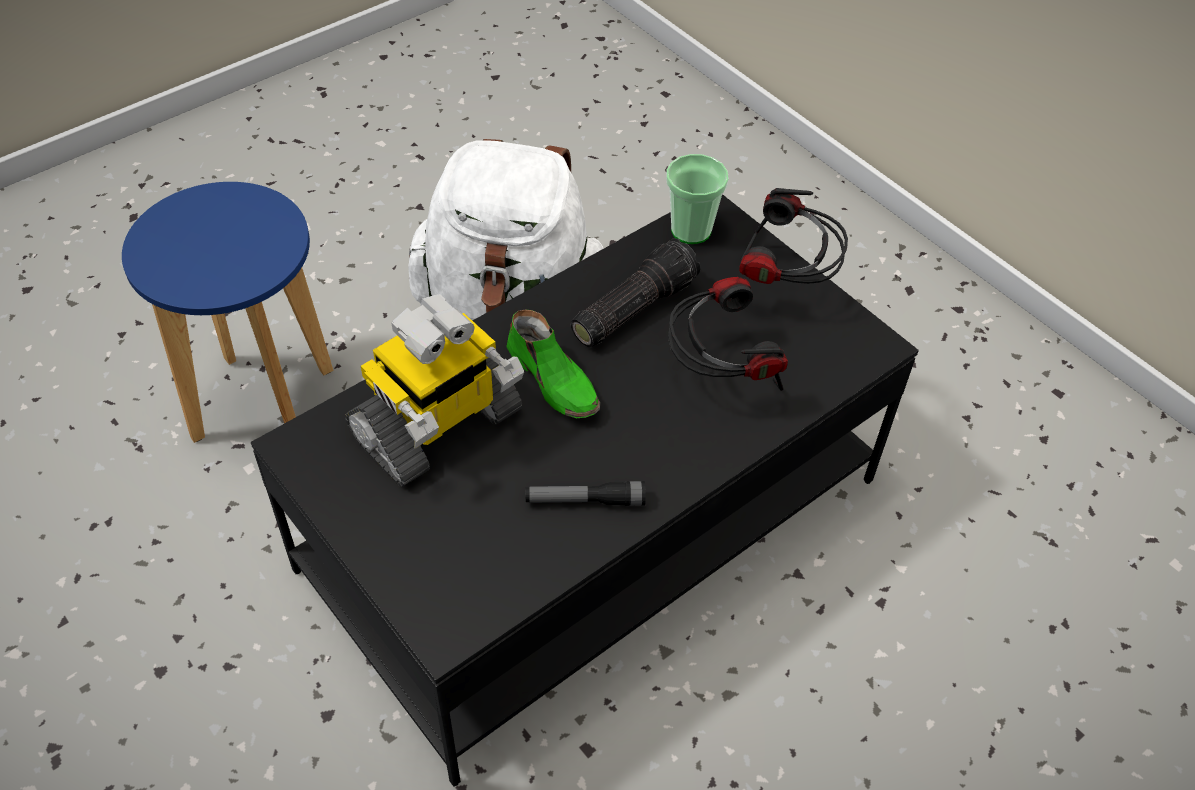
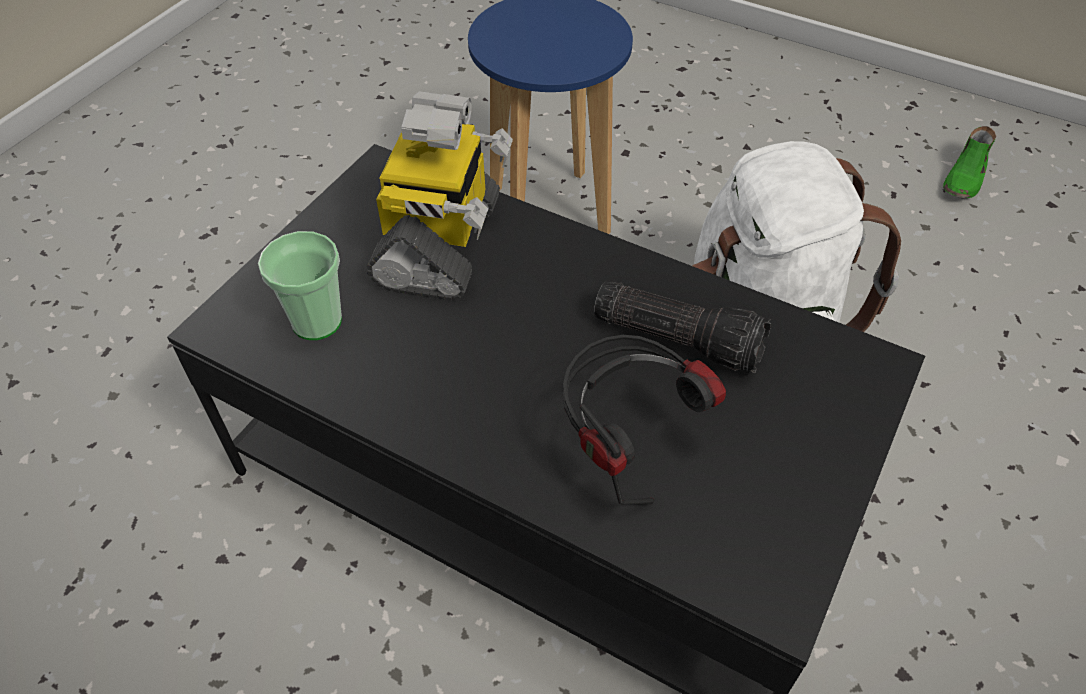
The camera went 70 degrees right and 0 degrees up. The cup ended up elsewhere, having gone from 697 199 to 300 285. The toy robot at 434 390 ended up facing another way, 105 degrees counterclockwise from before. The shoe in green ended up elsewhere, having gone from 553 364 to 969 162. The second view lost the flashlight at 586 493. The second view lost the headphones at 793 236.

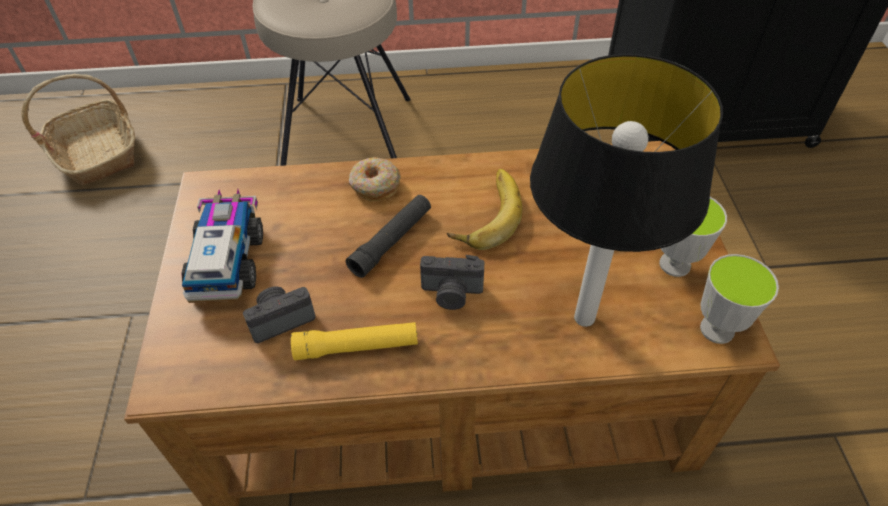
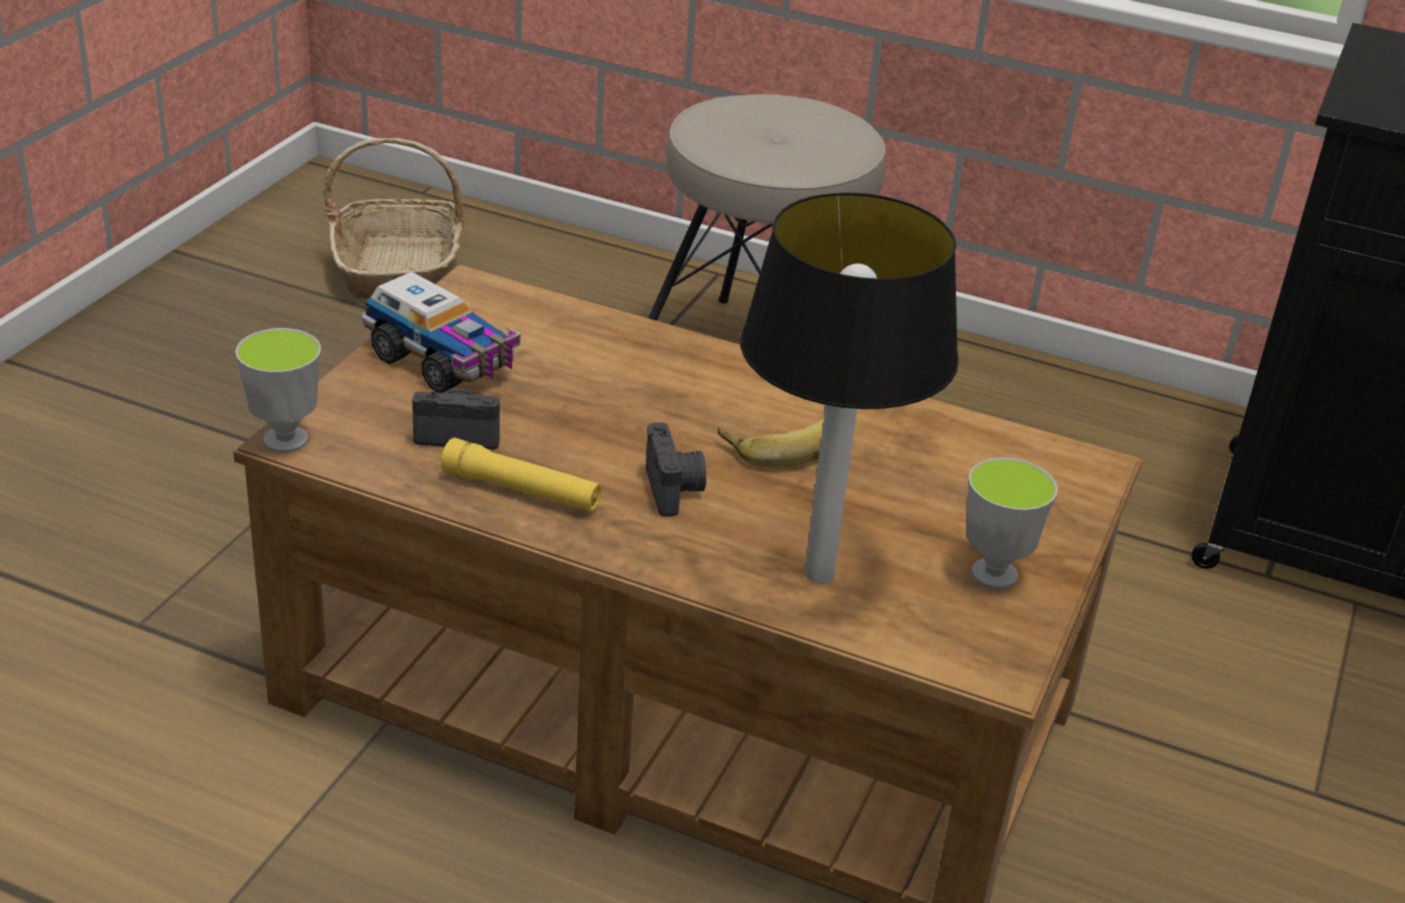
The camera went 25 degrees right and 15 degrees down. The cup ended up elsewhere, having gone from 739 299 to 278 390. The toy truck at 222 246 ended up facing another way, 105 degrees clockwise from before. The photo camera at 452 282 ended up facing another way, 135 degrees counterclockwise from before. The second view lost the flashlight in black at 388 236. The second view lost the donut at 375 179.

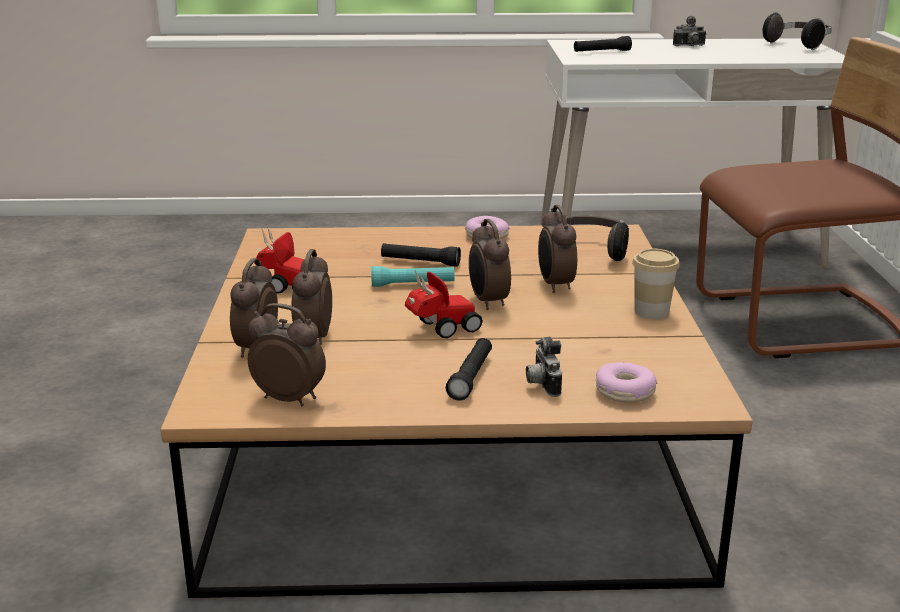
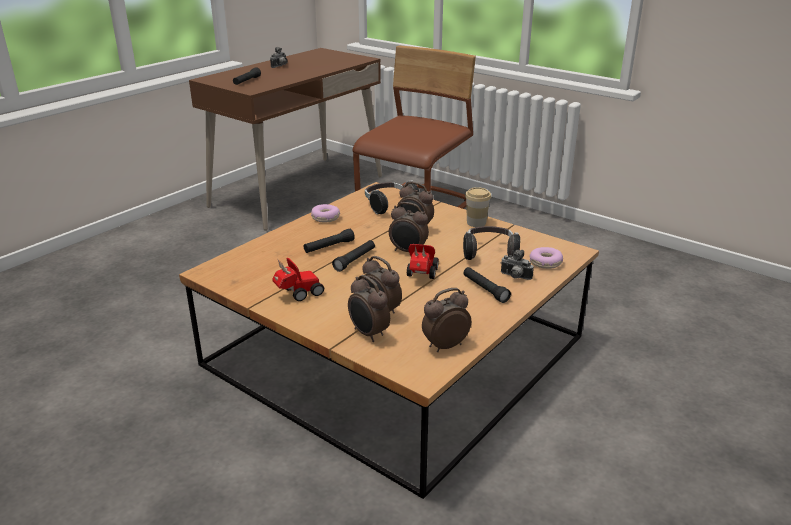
The camera went 50 degrees left and 5 degrees up. What was the desk in white at 693 153 turned into the desk in brown at 285 139. What was the flashlight in turquoise at 413 276 turned into the flashlight in black at 353 256. The headphones ended up elsewhere, having gone from 797 31 to 491 243.

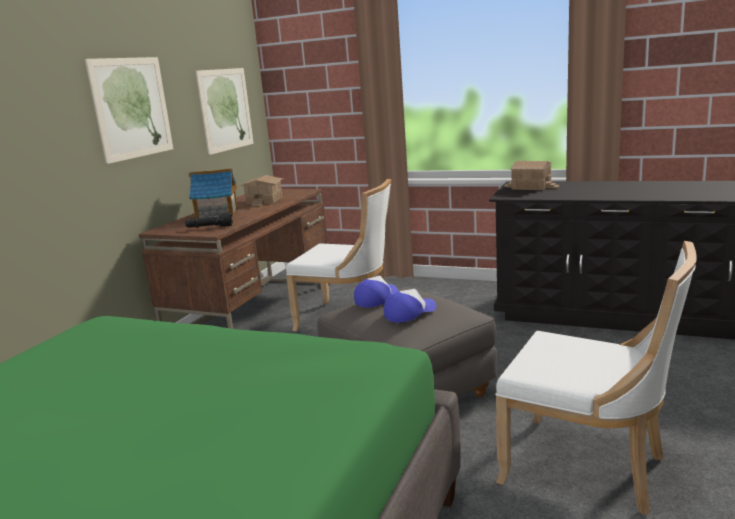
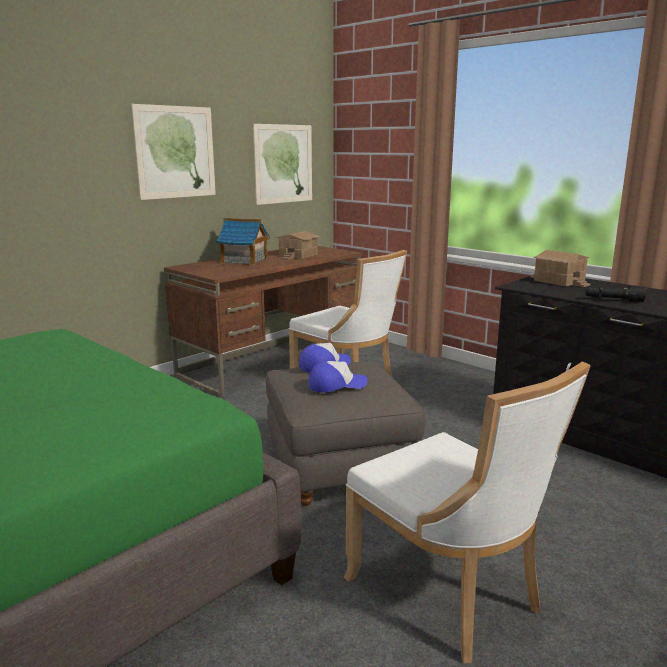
The camera went 20 degrees right and 0 degrees up. The flashlight in black ended up elsewhere, having gone from 209 220 to 615 294.

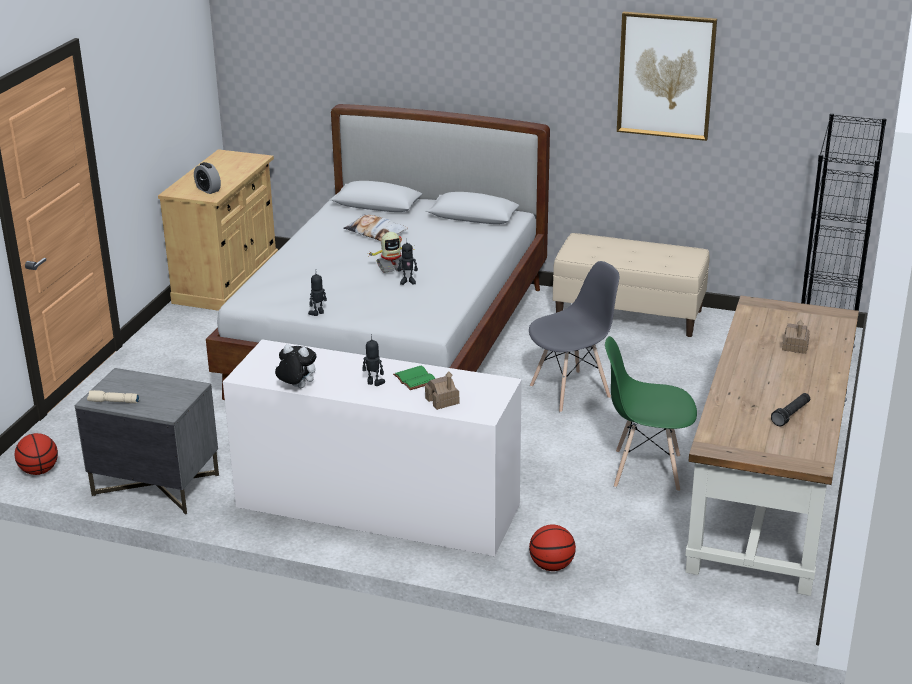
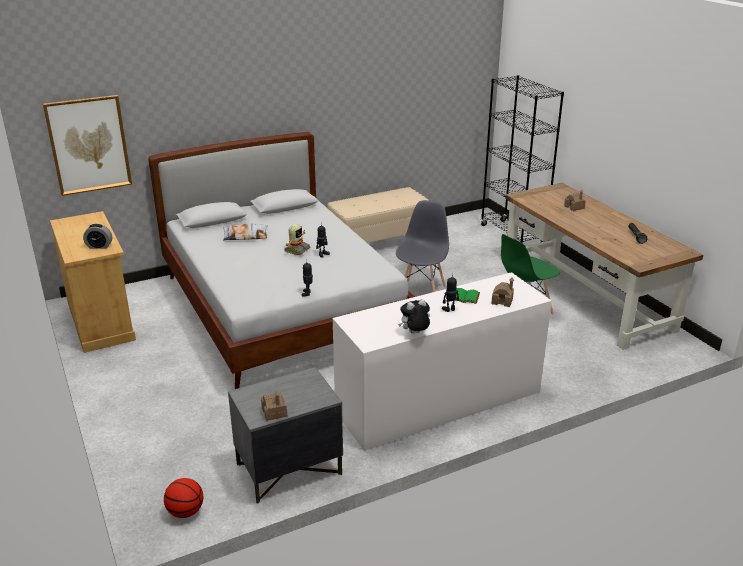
The camera went 45 degrees left and 0 degrees up. The picture ended up elsewhere, having gone from 667 76 to 87 145. Where the flashlight in beige stood at 113 396, the toy house came to stand at 274 406. The second view lost the basketball at 552 548.

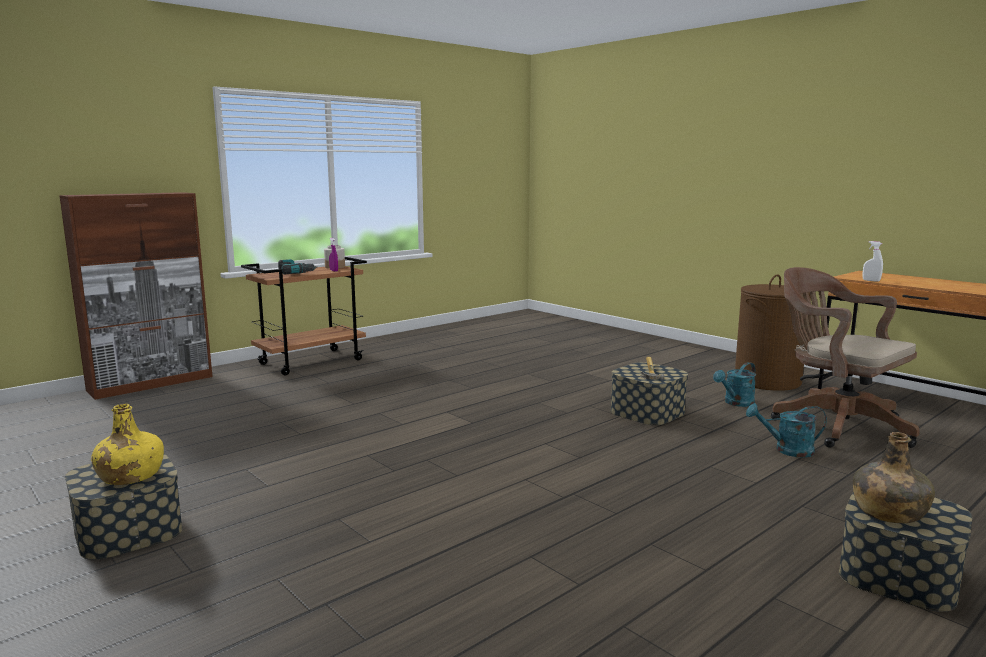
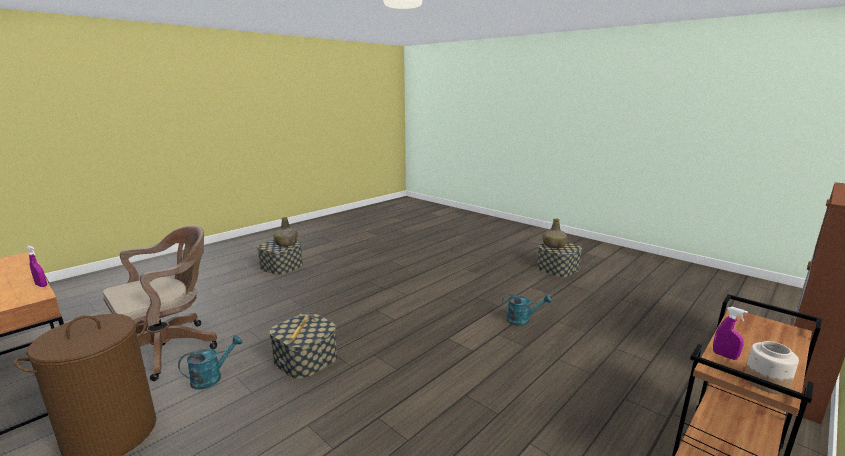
The camera went 175 degrees right and 5 degrees up. What was the spray bottle in white at 873 261 turned into the spray bottle in purple at 36 266. The office chair in brown at 845 357 ended up facing another way, 90 degrees counterclockwise from before. The watering can in turquoise ended up elsewhere, having gone from 786 430 to 527 310. What was the bottle in yellow at 127 444 turned into the bottle in green at 555 233. The second view lost the power drill at 297 267.

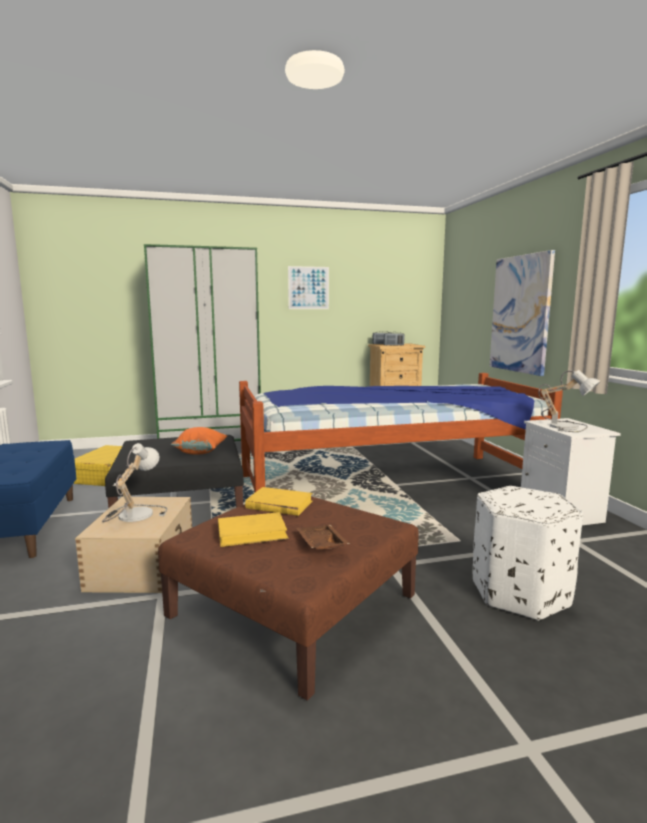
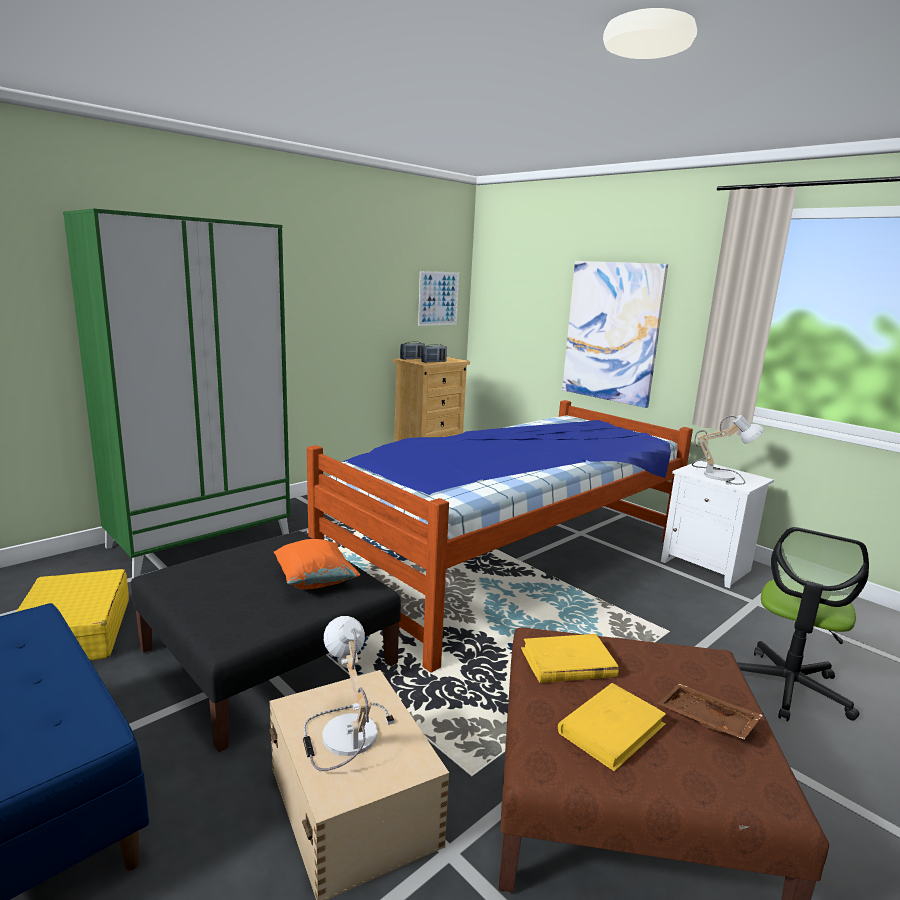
The camera went 30 degrees left and 5 degrees up. The picture ended up elsewhere, having gone from 308 287 to 438 298. Where the ottoman in white stood at 528 553, the office chair came to stand at 803 624.

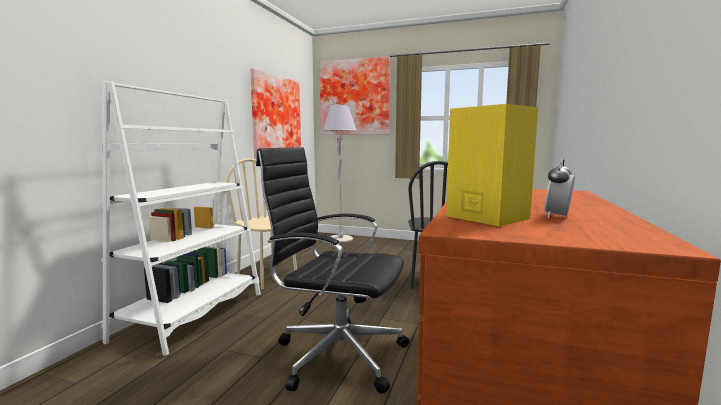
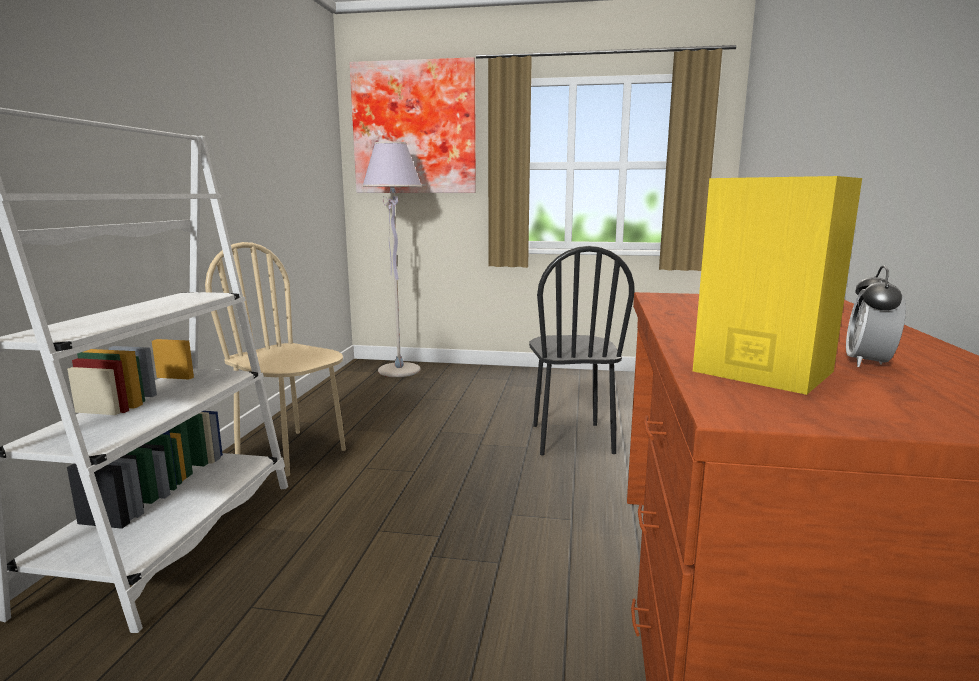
The camera went 10 degrees left and 5 degrees up. The second view lost the picture at 275 116. The second view lost the office chair in black at 332 270.

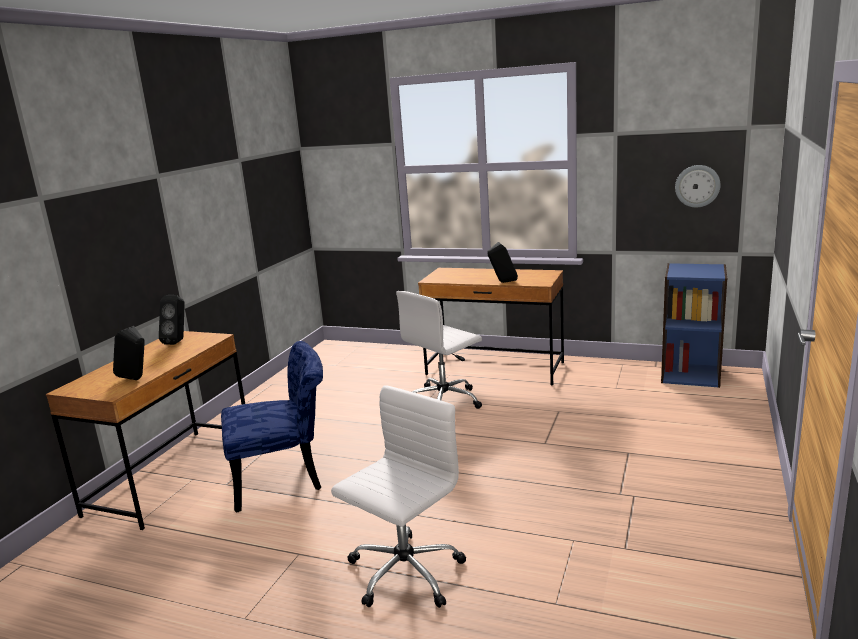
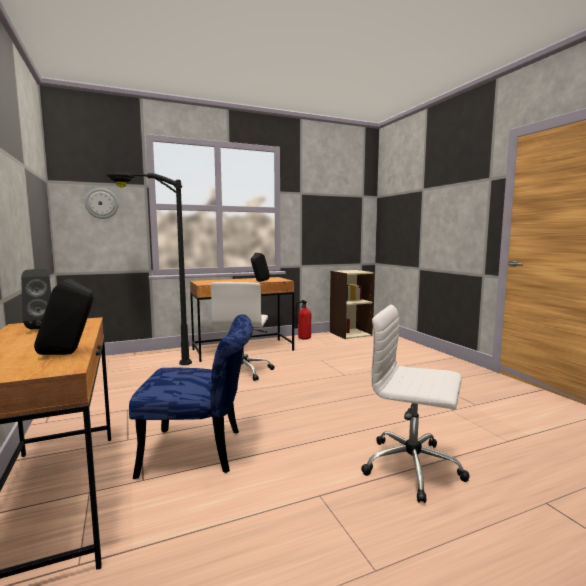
The camera went 45 degrees left and 10 degrees down. The wall clock ended up elsewhere, having gone from 698 186 to 101 203. The second view gained the floor lamp in black at 149 268. The chair in blue at 272 427 ended up facing another way, 60 degrees clockwise from before. The second view gained the fire extinguisher at 302 320. What was the bookcase in blue at 694 325 turned into the bookcase in beige at 352 304. The office chair in white at 398 496 ended up facing another way, 60 degrees counterclockwise from before.

